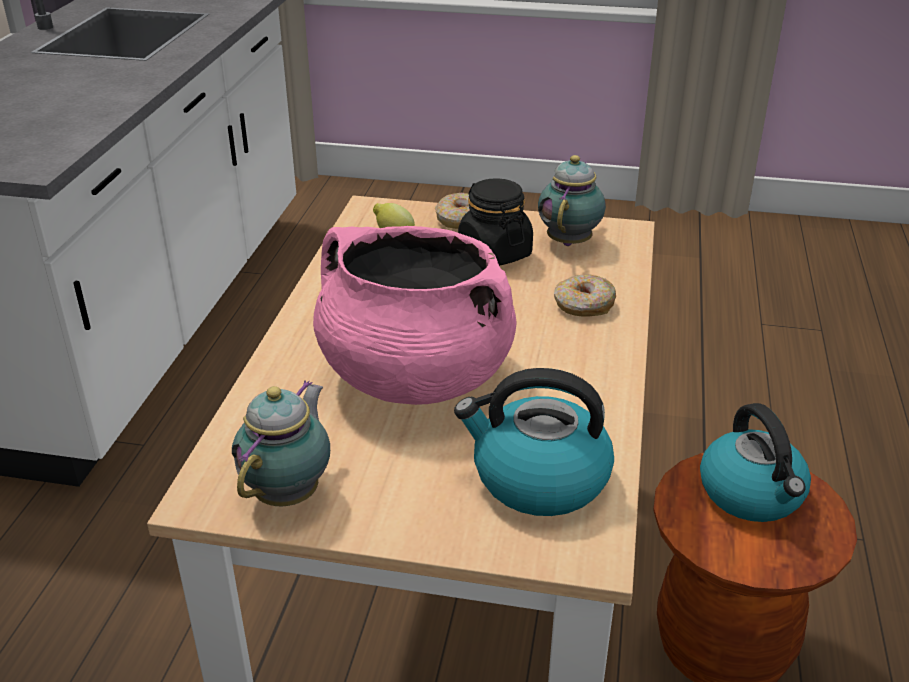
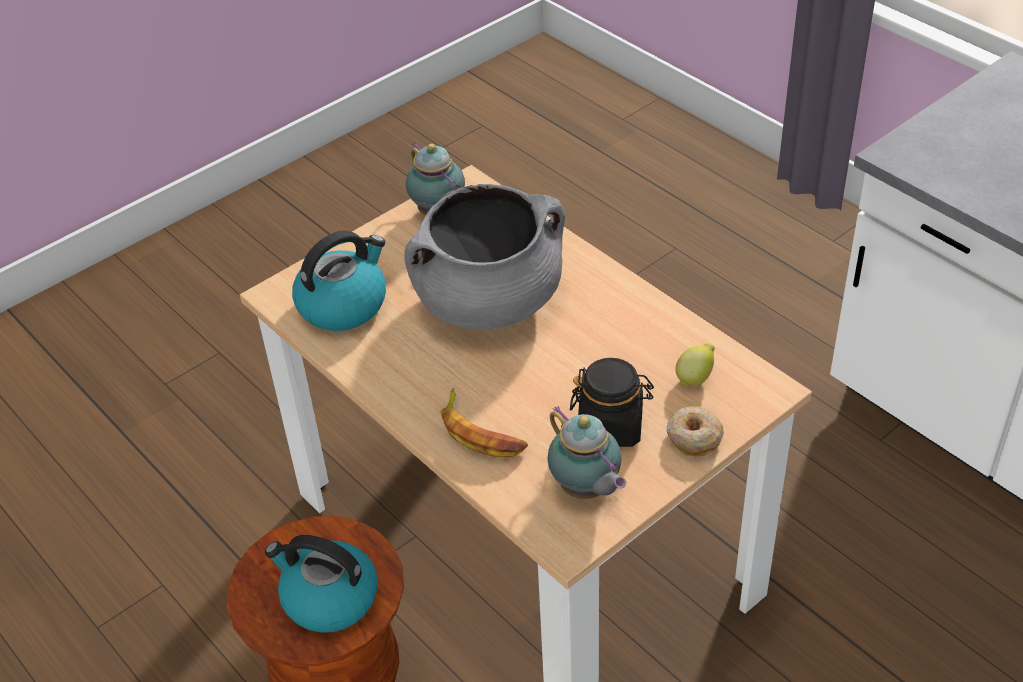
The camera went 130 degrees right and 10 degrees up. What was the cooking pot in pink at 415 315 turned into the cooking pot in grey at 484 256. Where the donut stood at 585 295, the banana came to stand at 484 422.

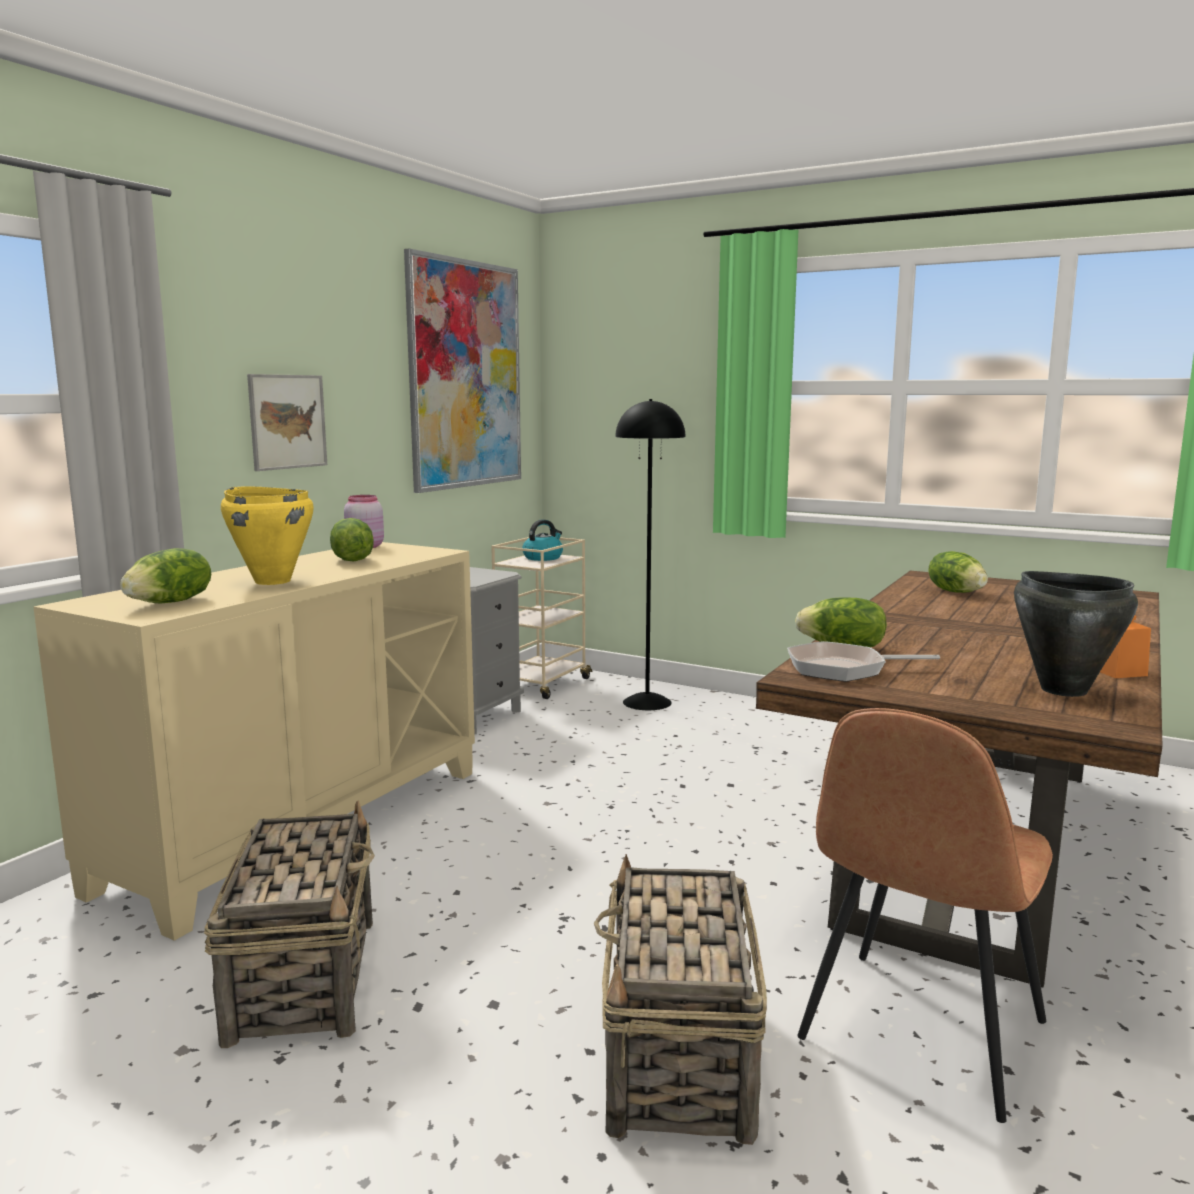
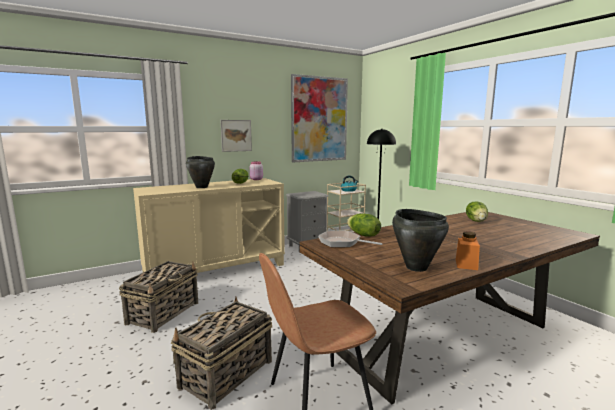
The camera went 30 degrees right and 0 degrees up. What was the cooking pot in yellow at 267 535 turned into the cooking pot in black at 200 172. The second view lost the lettuce at 165 575.

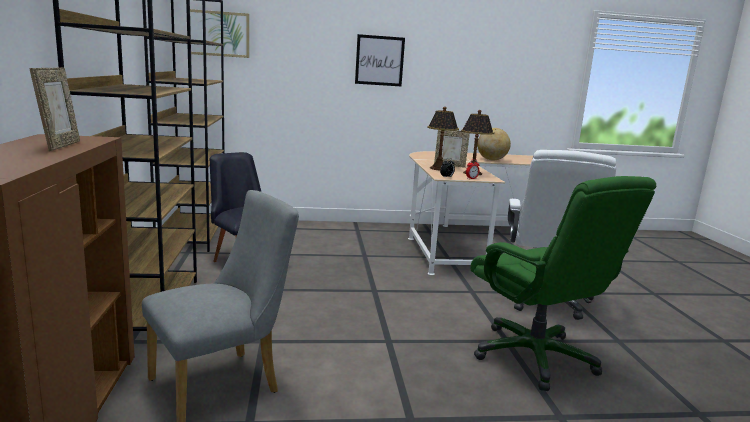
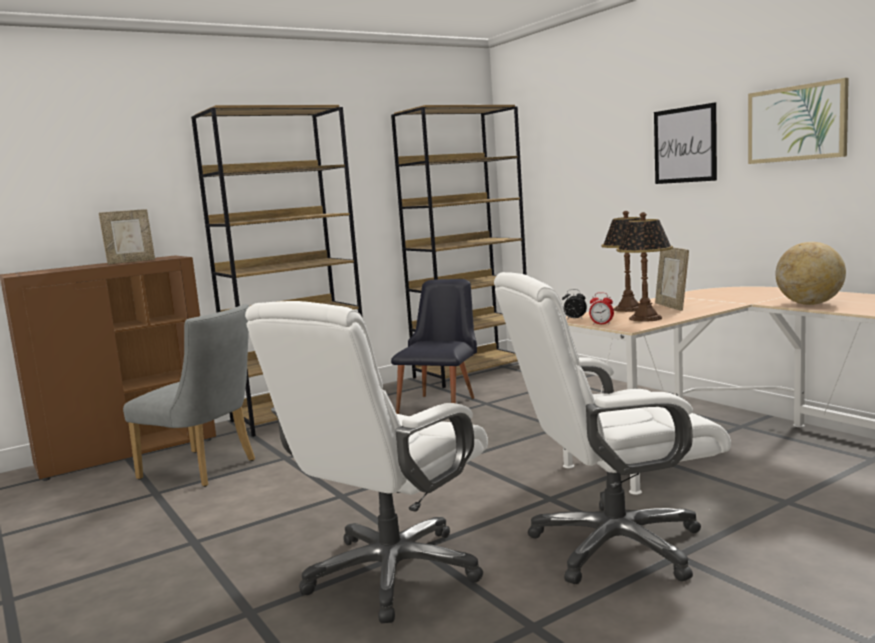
The camera went 65 degrees right and 5 degrees down. What was the office chair in green at 563 283 turned into the office chair in white at 366 462. The picture ended up elsewhere, having gone from 219 33 to 798 121.

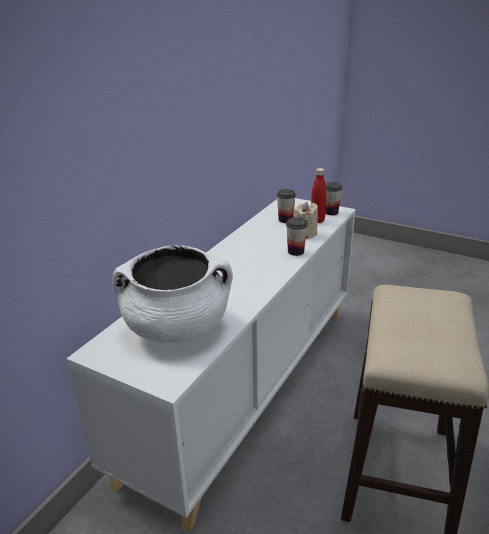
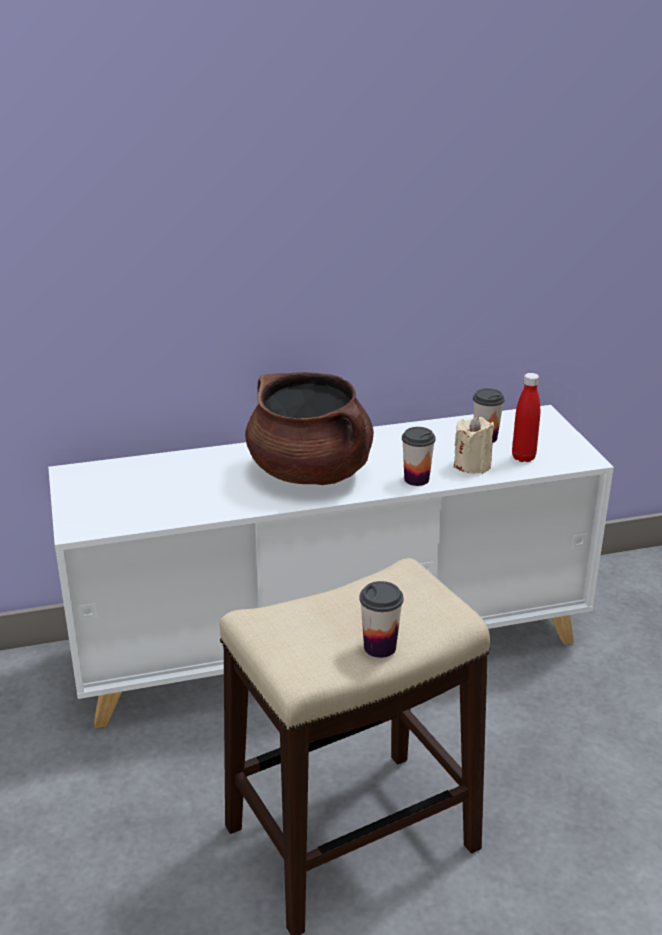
The camera went 45 degrees right and 0 degrees up. The second view gained the cooking pot in brown at 309 428. The cup ended up elsewhere, having gone from 334 198 to 381 619. The second view lost the cooking pot in white at 172 294.

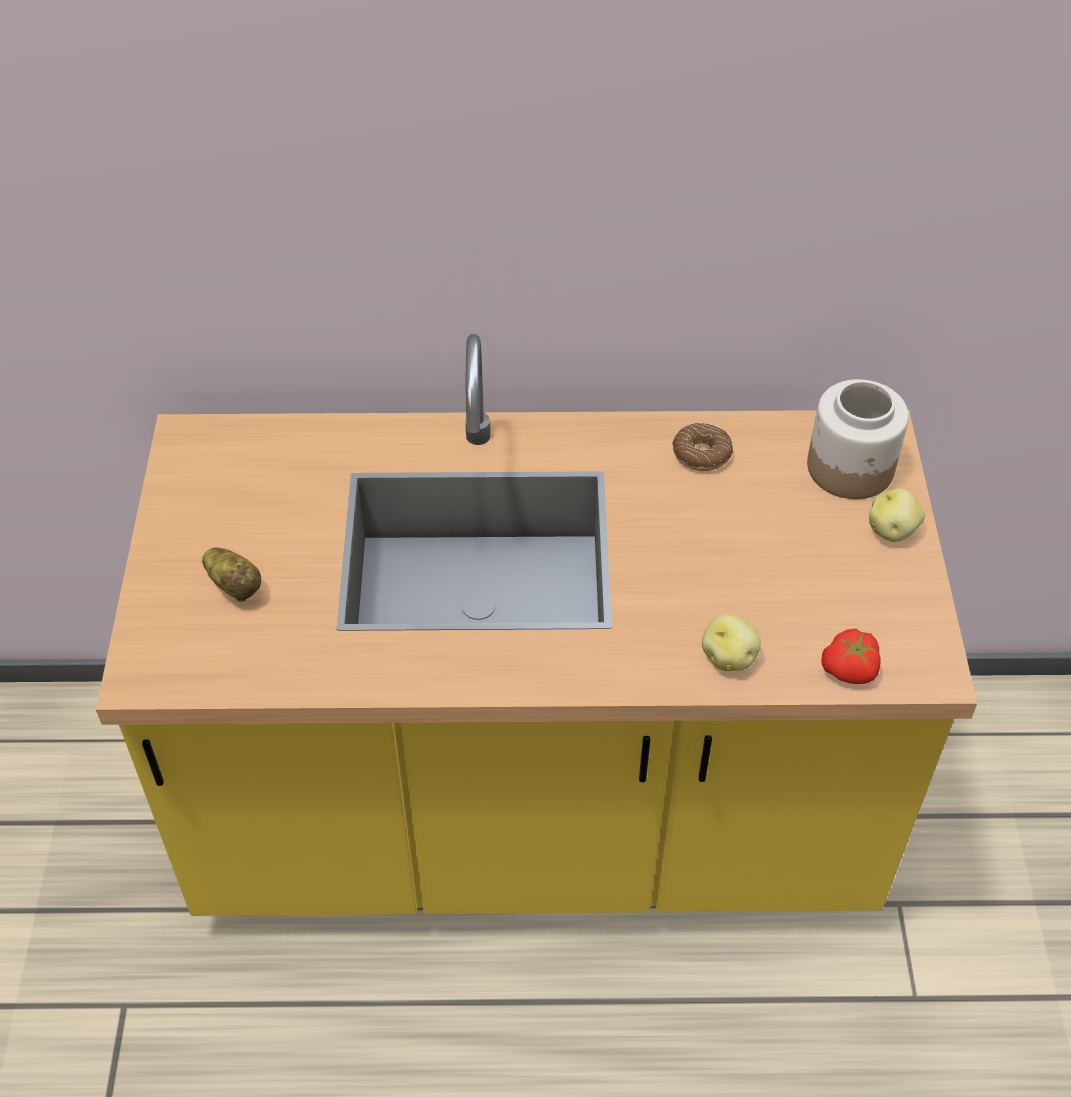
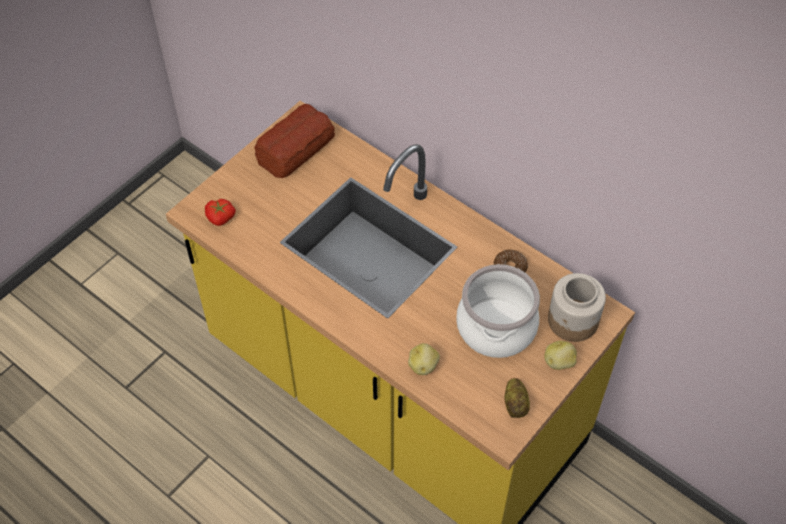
The camera went 40 degrees right and 5 degrees up. The tomato ended up elsewhere, having gone from 851 656 to 220 212. The second view gained the bread at 294 141. The second view gained the cooking pot at 498 311. The potato ended up elsewhere, having gone from 231 575 to 517 398.

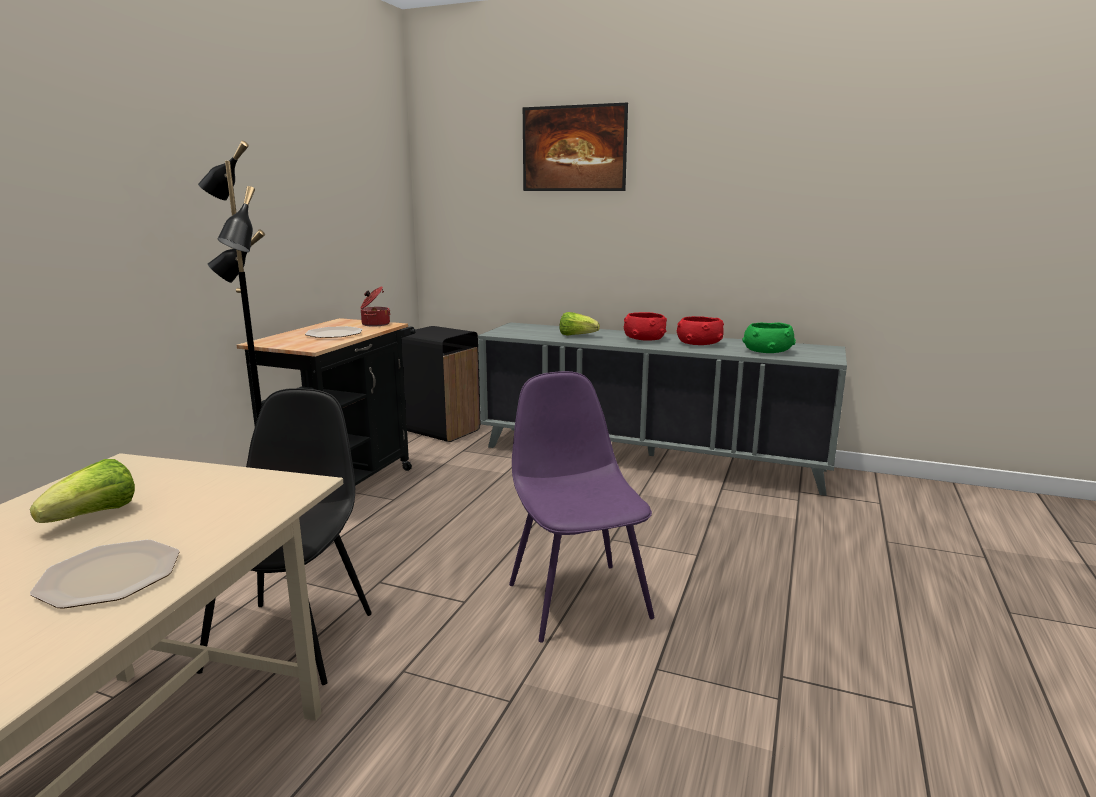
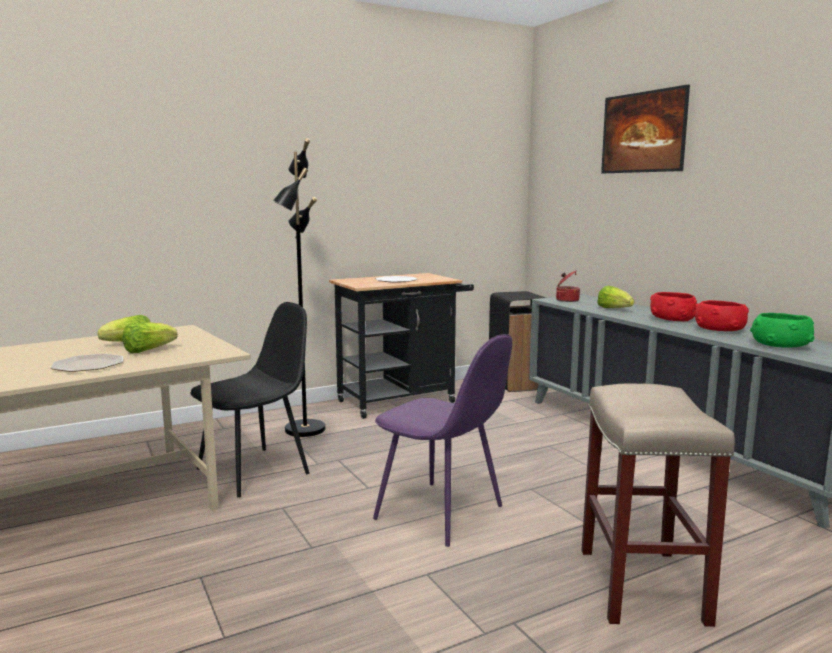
The camera went 40 degrees right and 5 degrees down. The second view gained the lettuce at 150 337. The chair in purple at 581 507 ended up facing another way, 105 degrees clockwise from before. The cooking pot ended up elsewhere, having gone from 375 306 to 568 286. The second view gained the stool in beige at 658 505.

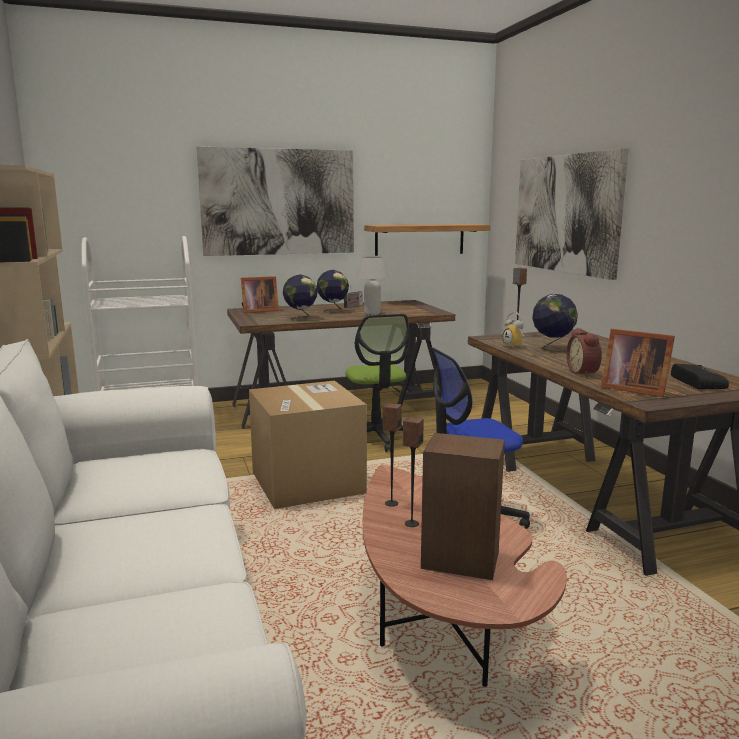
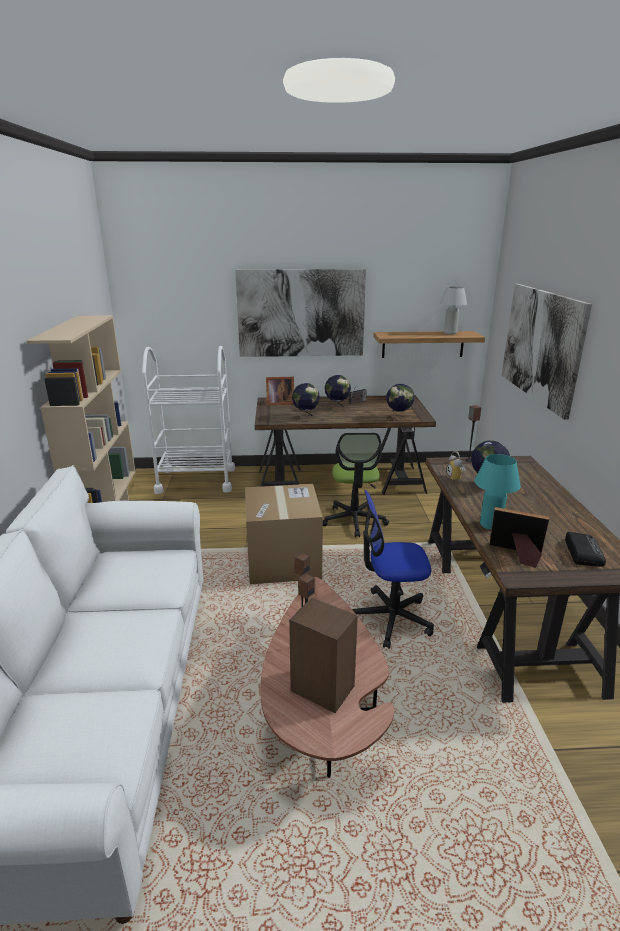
The camera went 15 degrees right and 10 degrees up. The second view gained the globe at 400 401. The table lamp in white ended up elsewhere, having gone from 372 285 to 453 310. Where the alarm clock stood at 584 352, the table lamp in turquoise came to stand at 497 492. The picture frame at 638 363 ended up facing another way, 150 degrees clockwise from before.

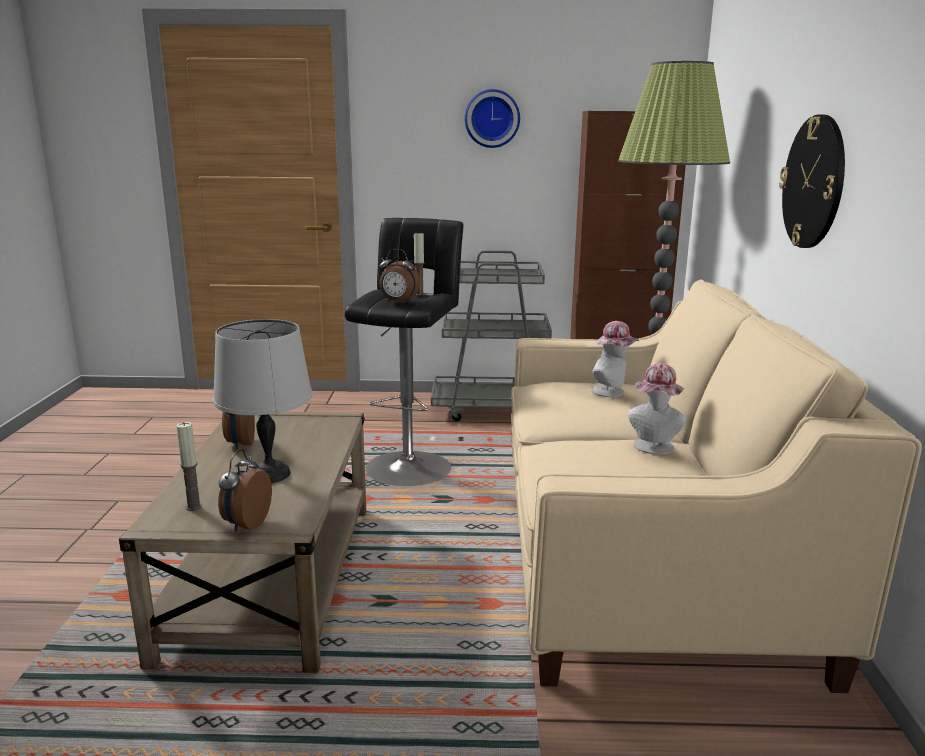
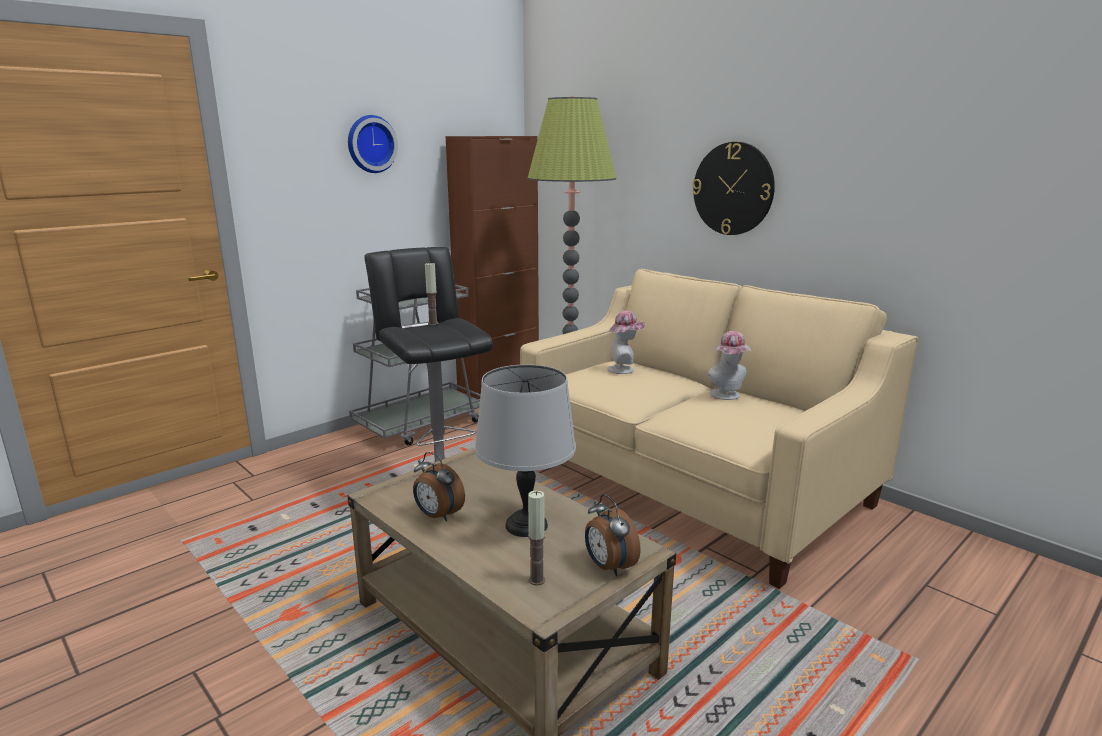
The camera went 45 degrees left and 0 degrees up. The second view lost the alarm clock at 399 276.

